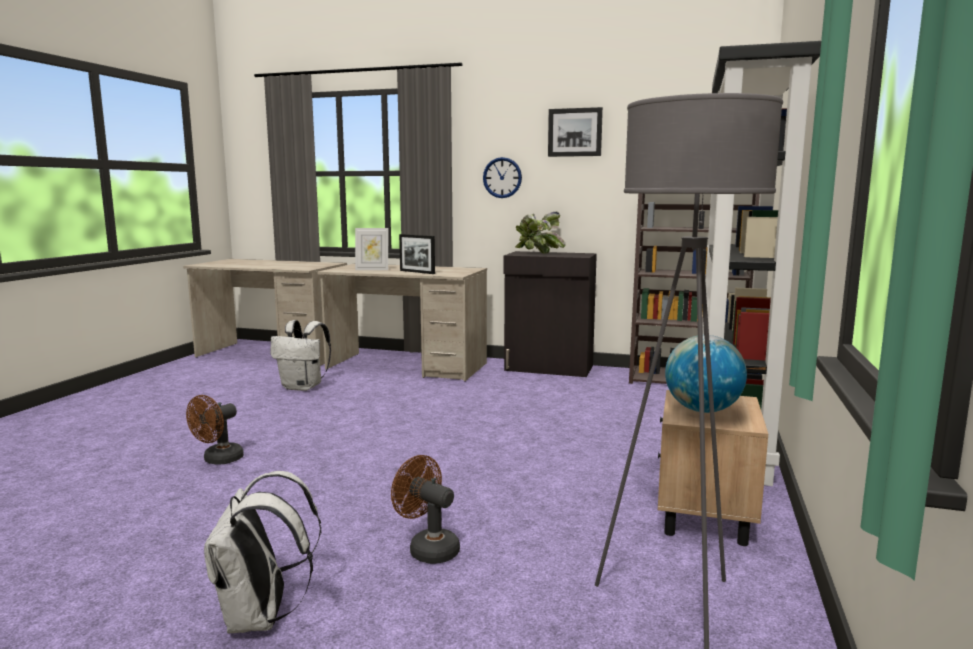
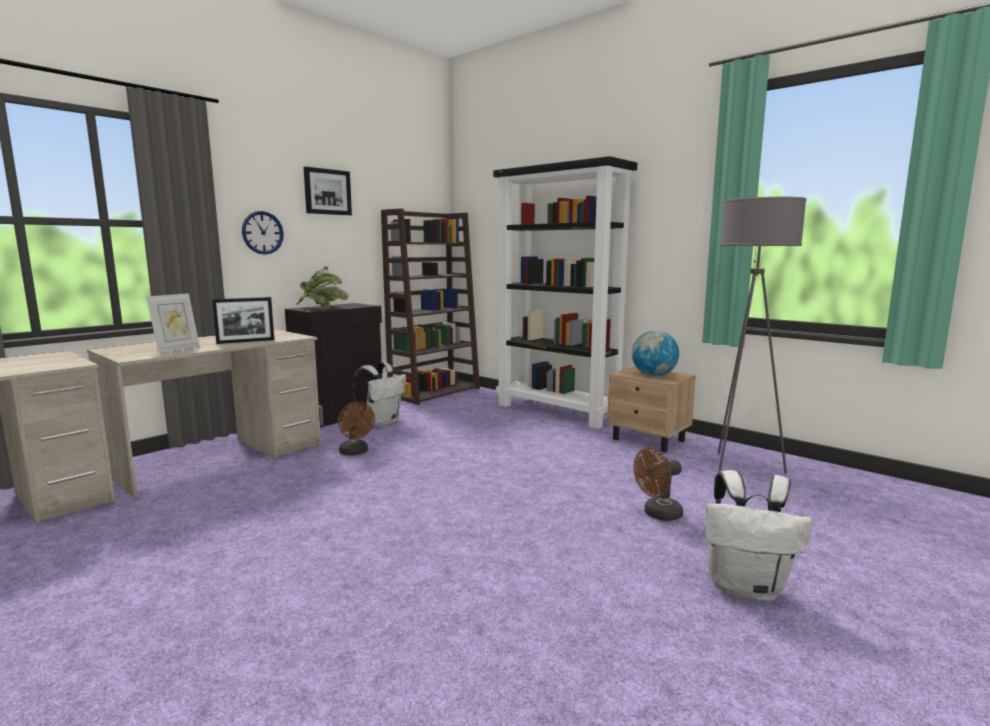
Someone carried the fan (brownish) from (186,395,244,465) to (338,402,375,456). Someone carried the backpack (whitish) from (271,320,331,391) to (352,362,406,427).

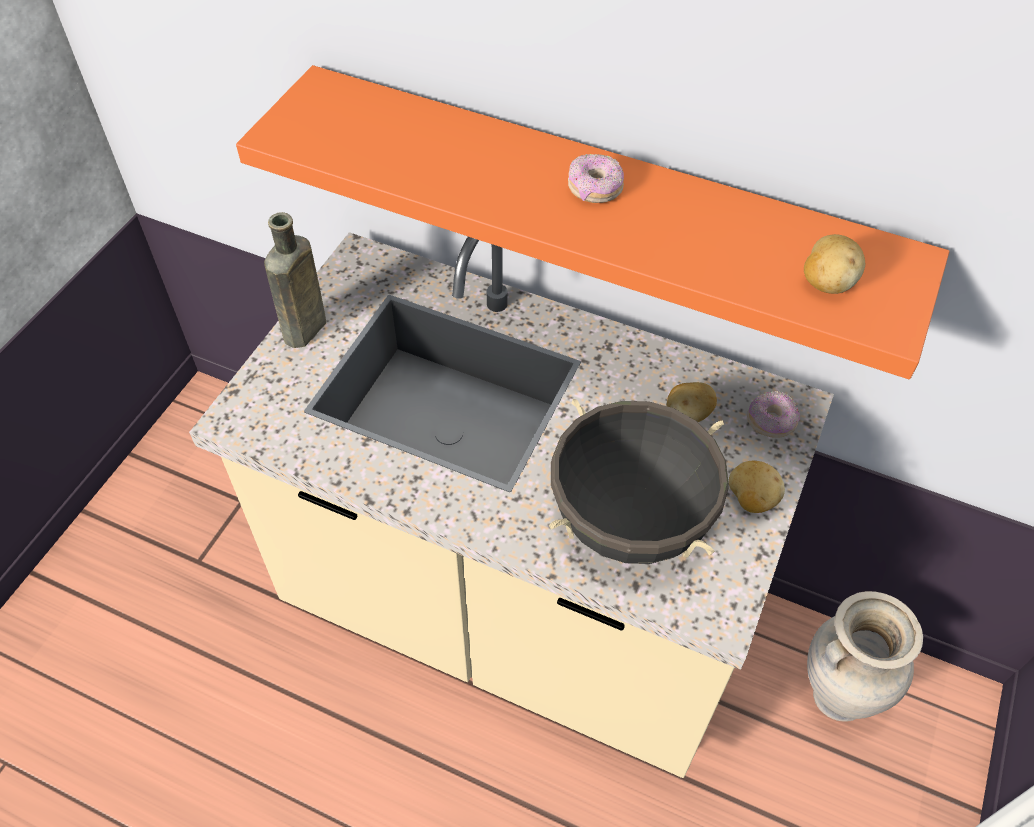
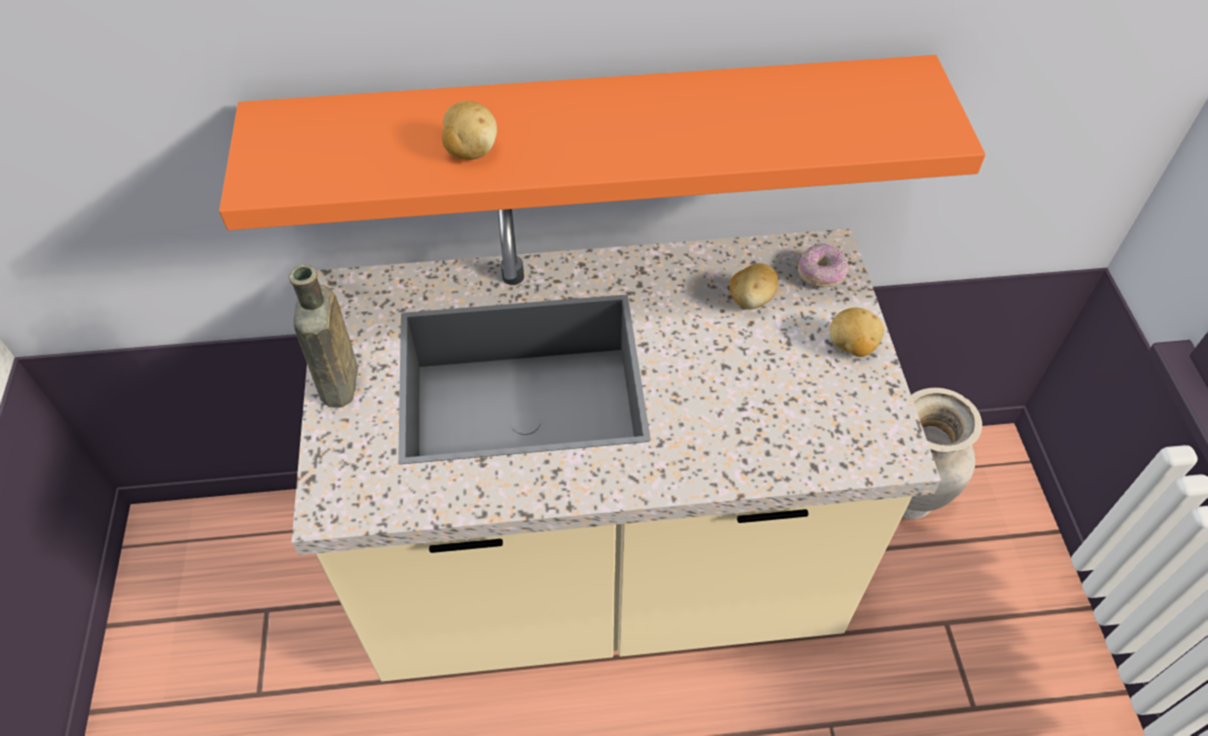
Someone took away the cooking pot (black-coloured) at (548,399,729,564). Someone took away the doughnut at (568,154,624,203). Someone carried the spud from (804,234,865,294) to (442,101,497,160).

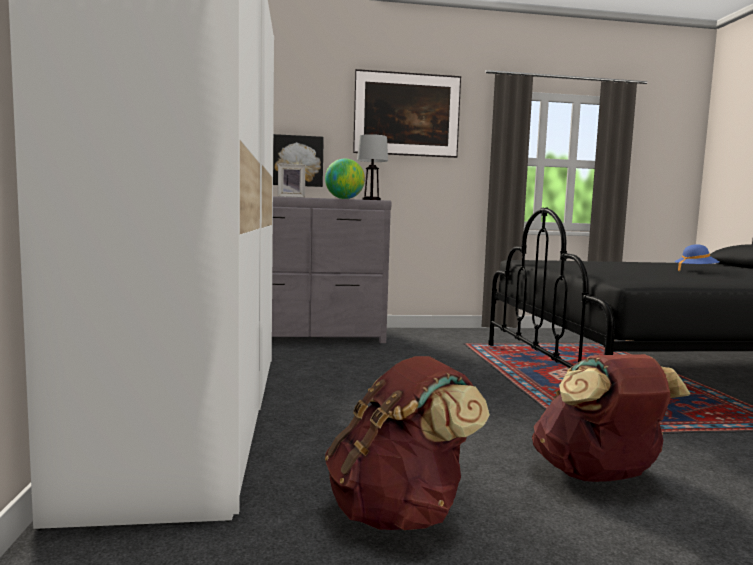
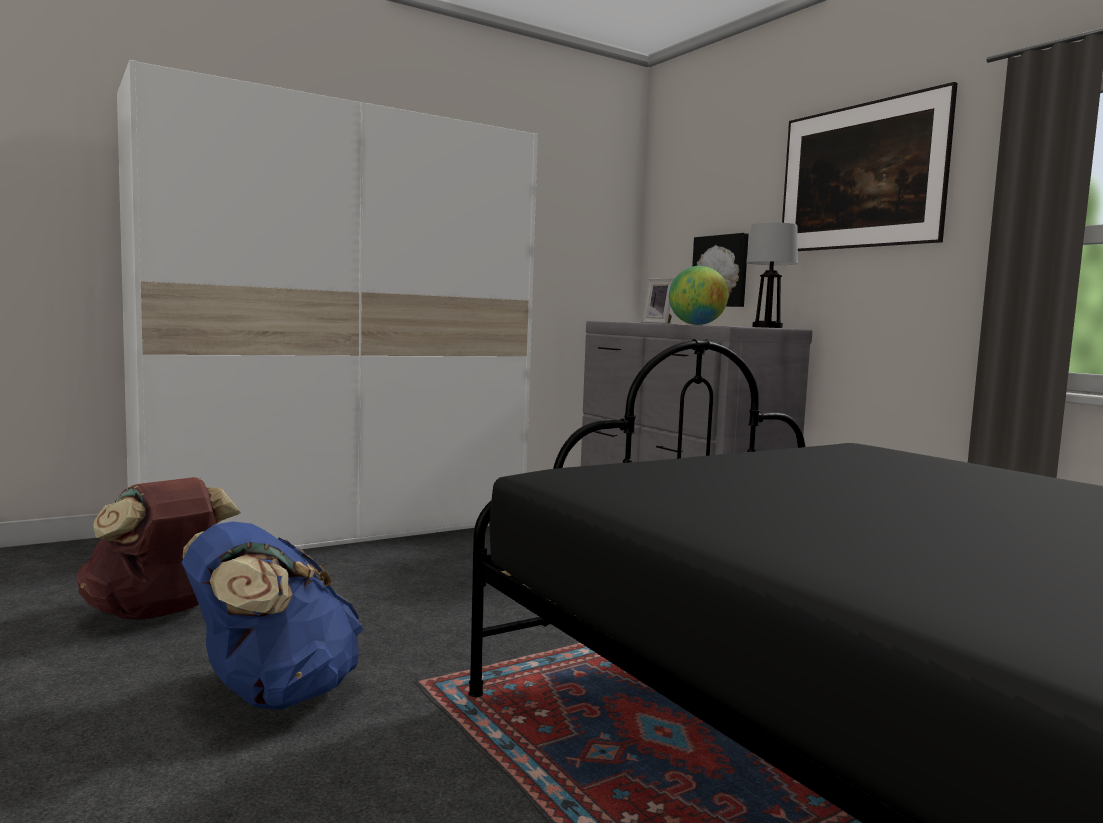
Someone took away the wearable hat (bluish) at (674,244,720,271). Someone repainted the backpack (brownish) at (532,354,690,482), which became the backpack (bluish) at (182,521,363,709).

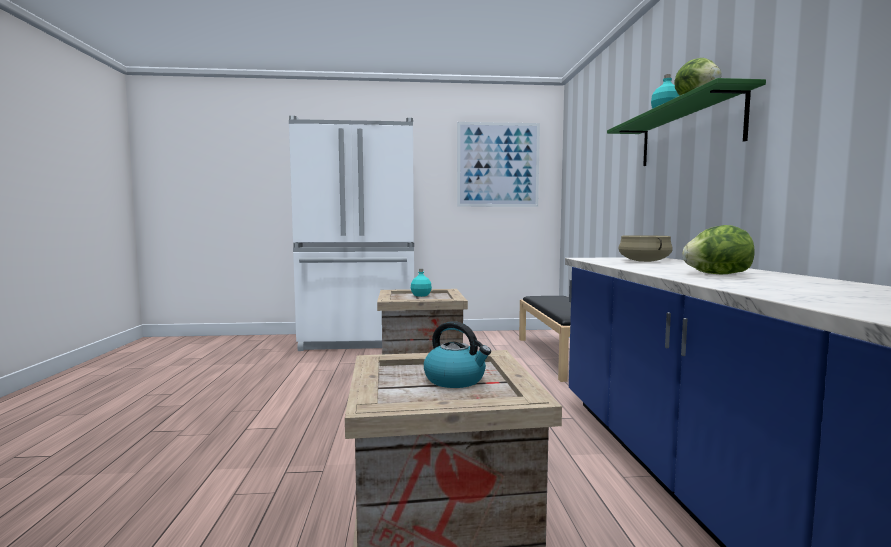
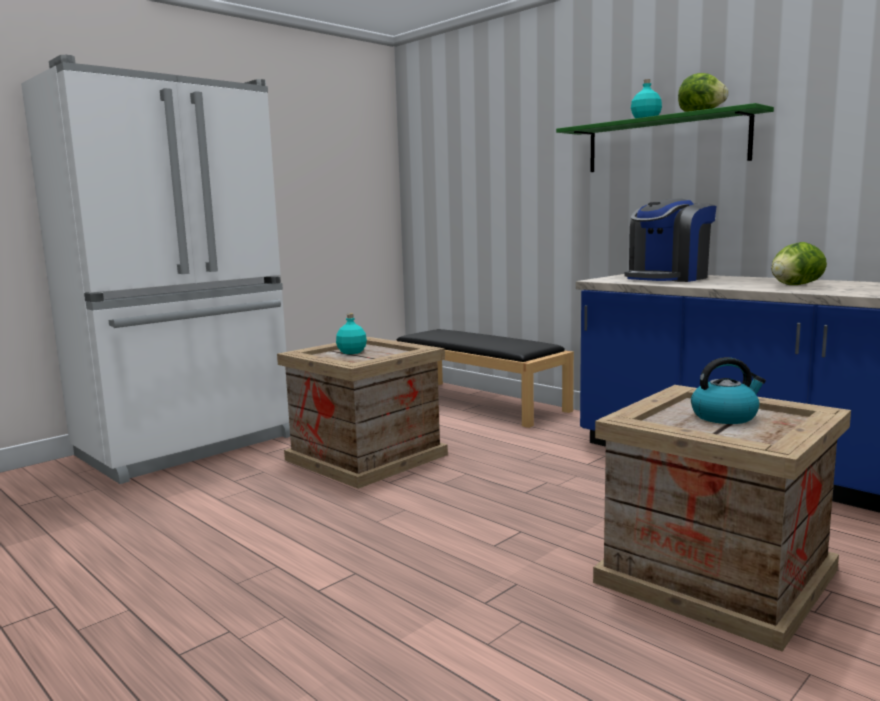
Someone took away the wall art at (457,122,540,207). Someone swapped the cooking pot (beige-coloured) at (619,235,673,262) for the coffee machine at (624,199,717,282).

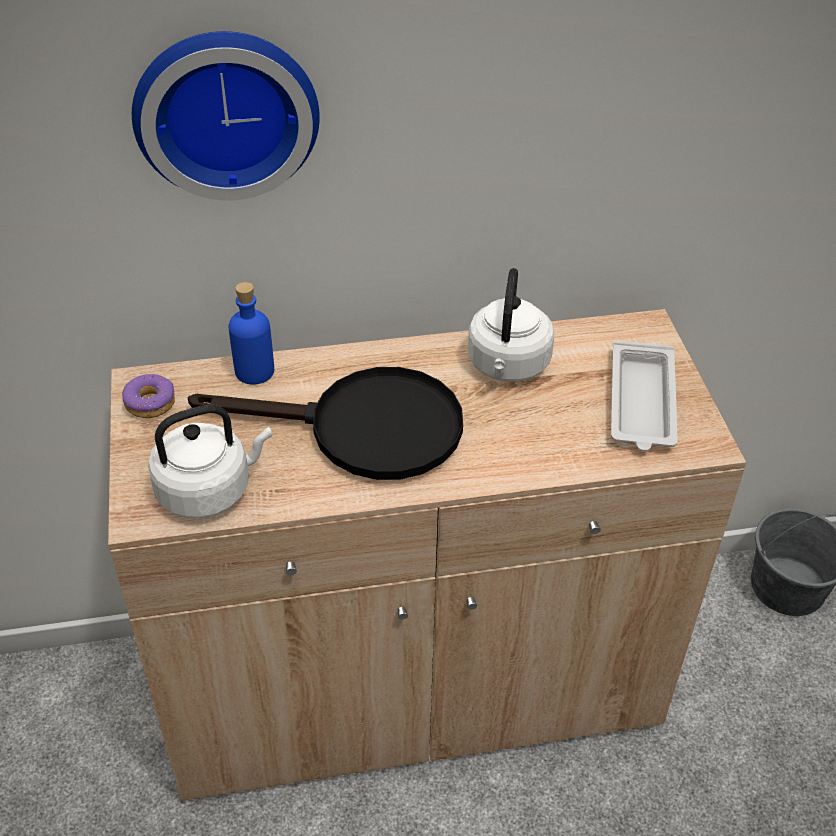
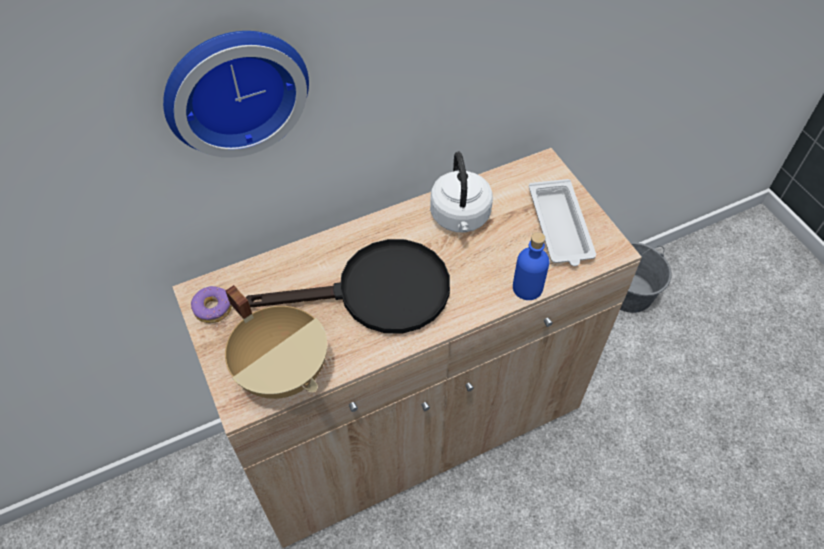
Someone carried the beverage bottle (bluish) from (228,282,274,385) to (513,232,549,300). Someone swapped the kettle (whitish) at (148,405,272,518) for the cooking pot (beige-coloured) at (225,285,327,399).

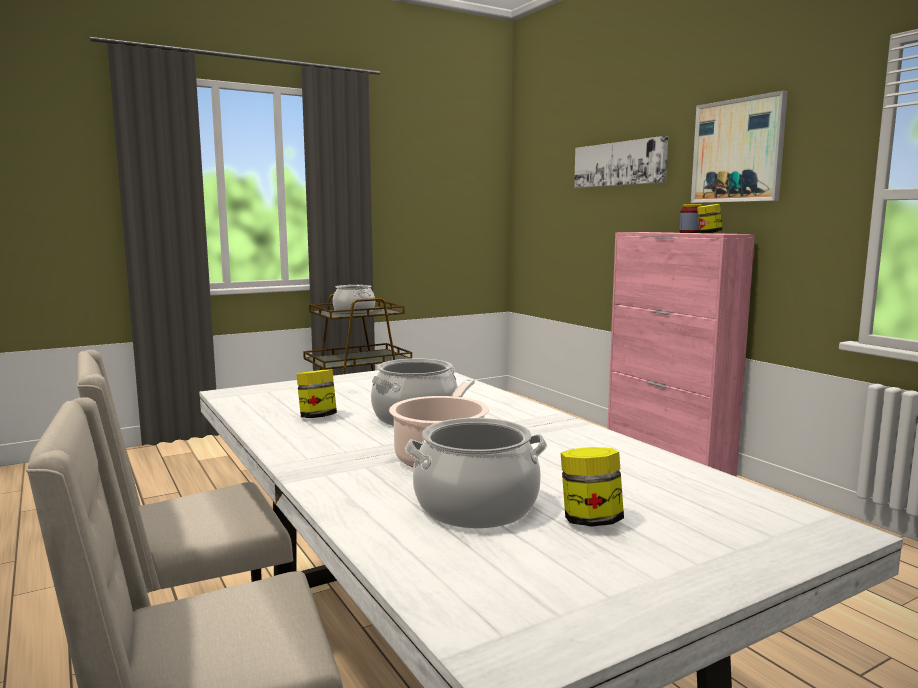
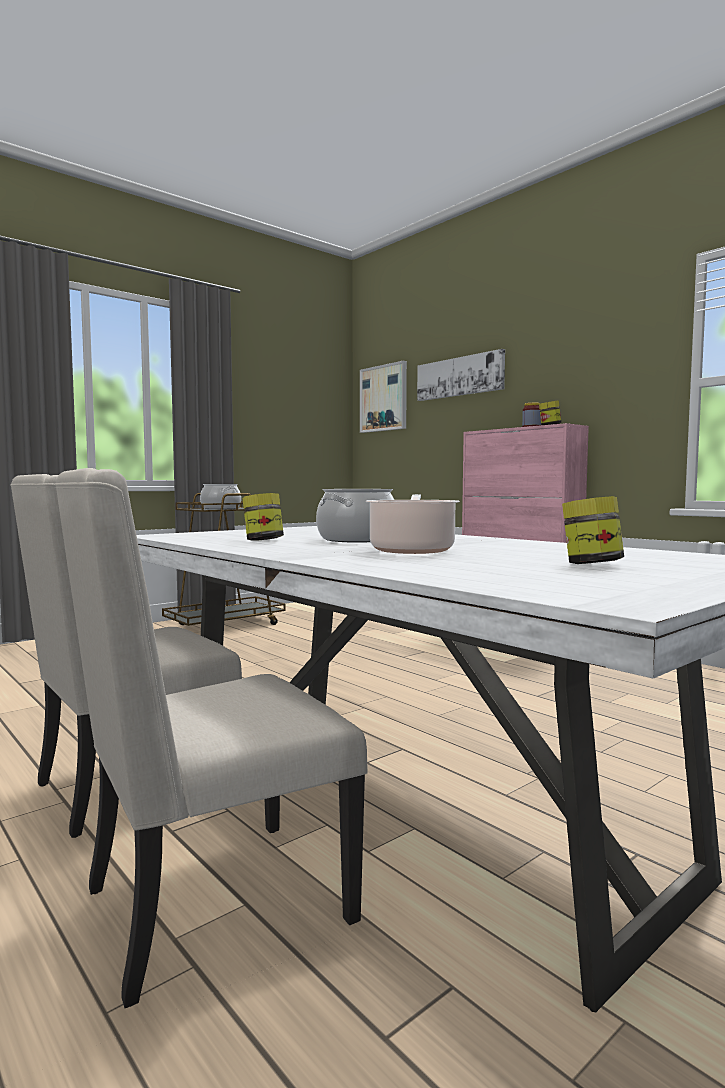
Someone took away the cooking pot at (405,418,547,528). Someone carried the wall art from (691,91,788,203) to (360,361,407,433).

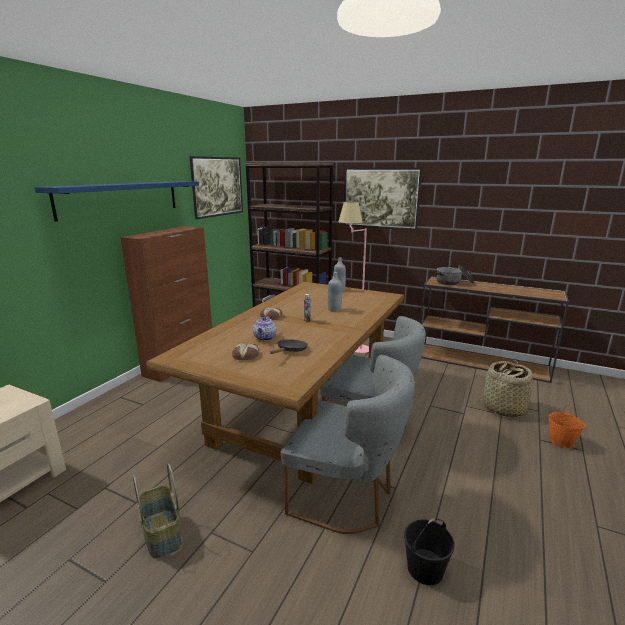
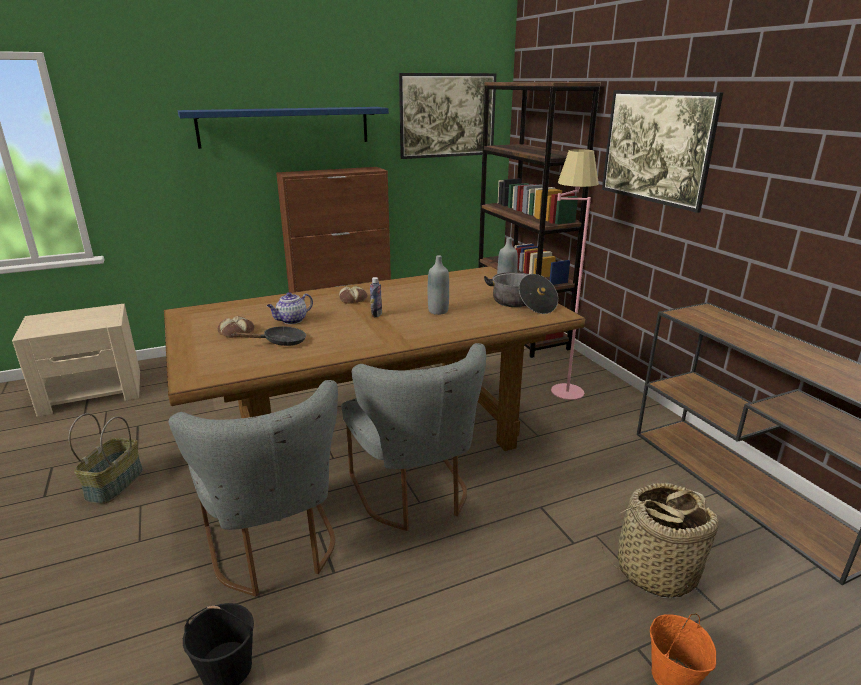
Someone carried the cooking pot from (436,265,475,285) to (484,272,558,314).

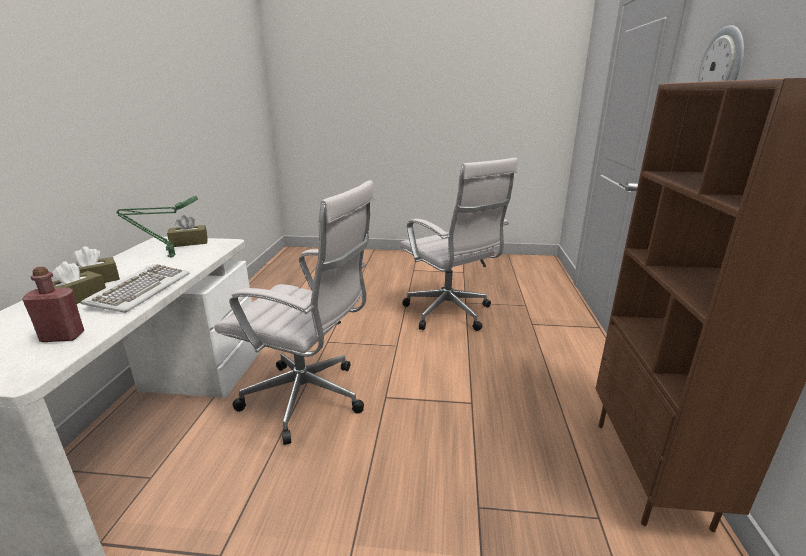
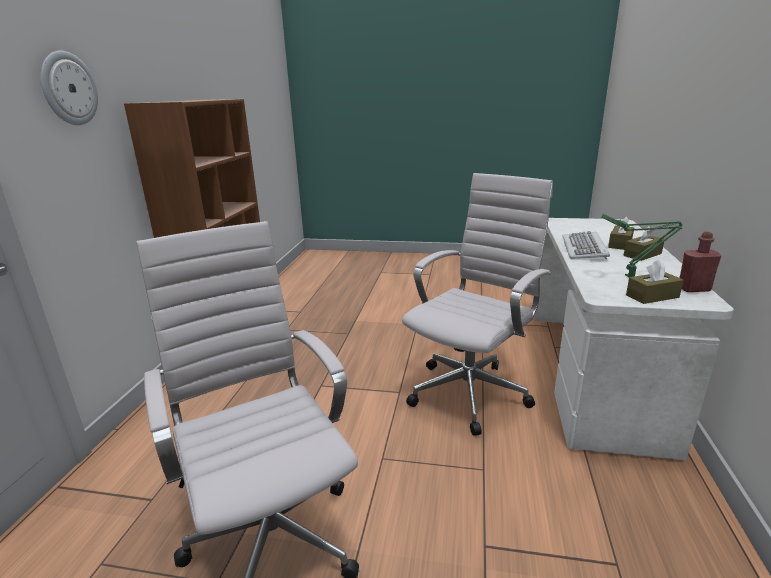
Someone carried the beverage bottle (red) from (22,267,84,342) to (679,232,721,292). Someone rotated the office chair (whitish) at (214,180,375,445) by 105 degrees clockwise.

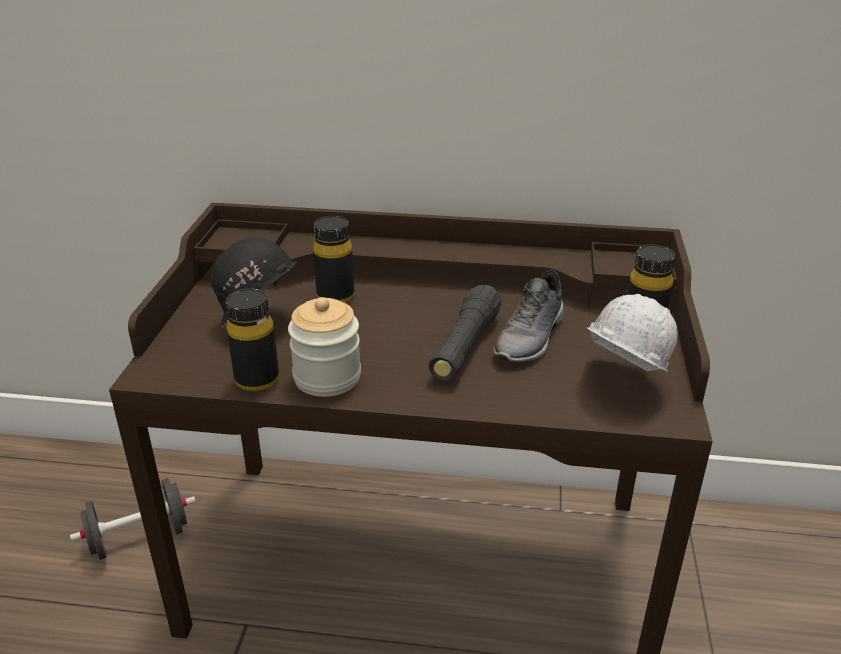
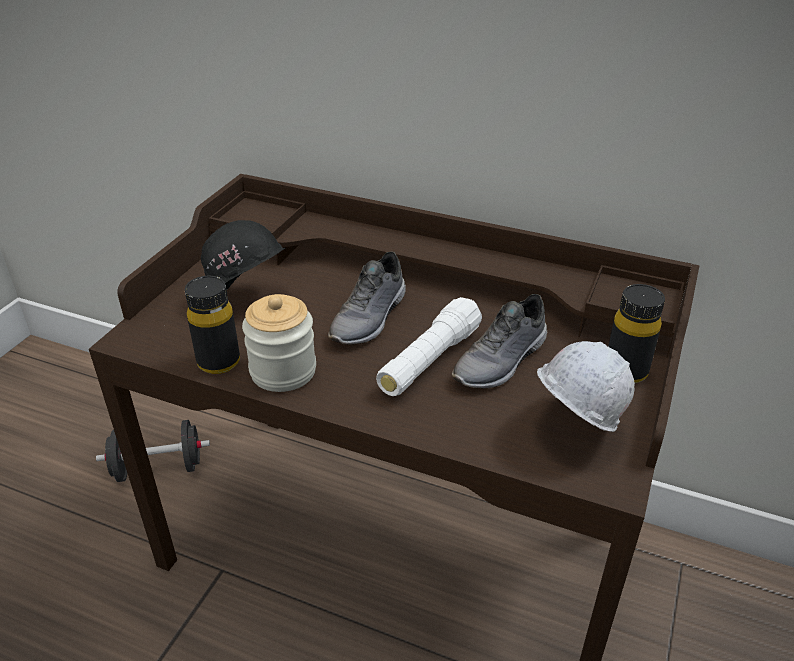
Someone took away the beverage bottle (black-coloured) at (313,216,354,303). Someone put down the low shoe (greyish) at (328,251,406,345). Someone repainted the torch (black-coloured) at (428,285,501,381), which became the torch (whitish) at (376,297,482,396).

